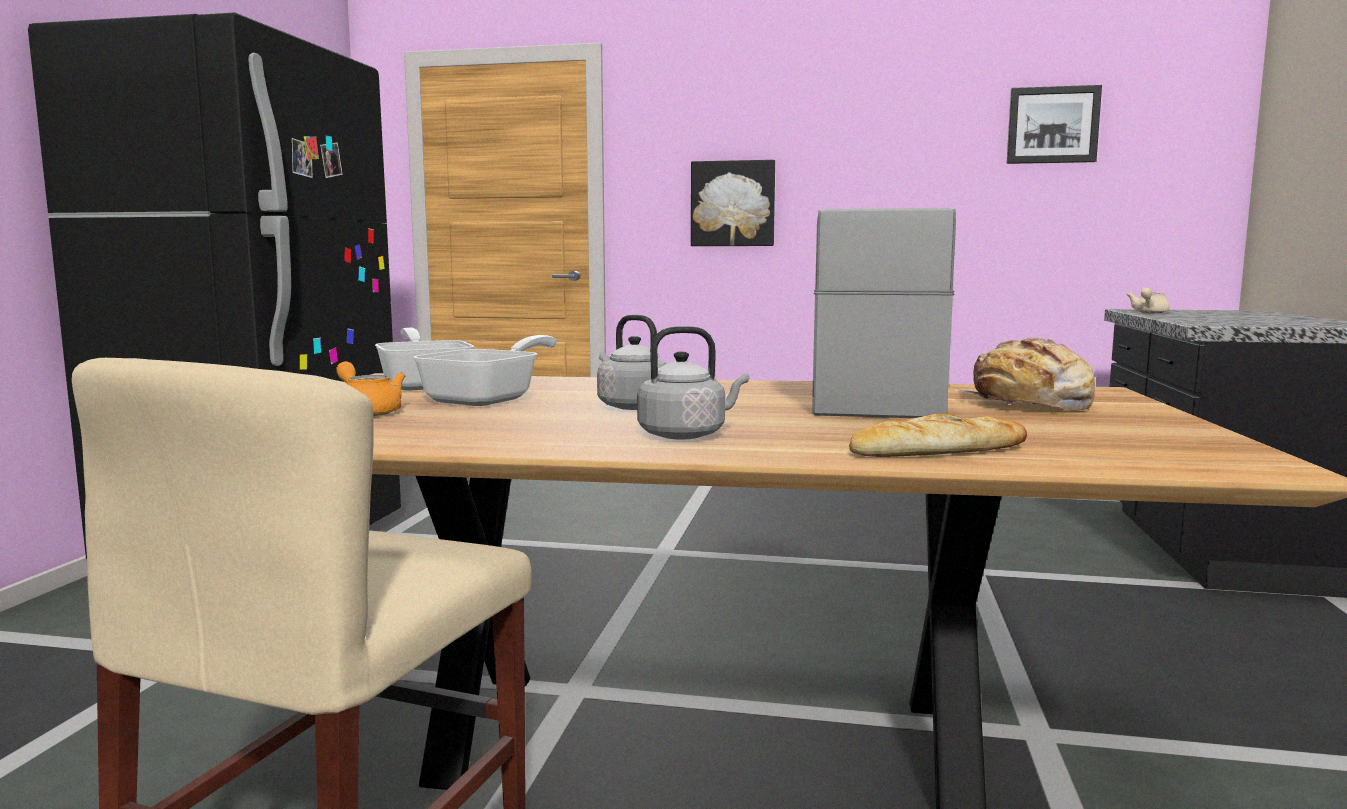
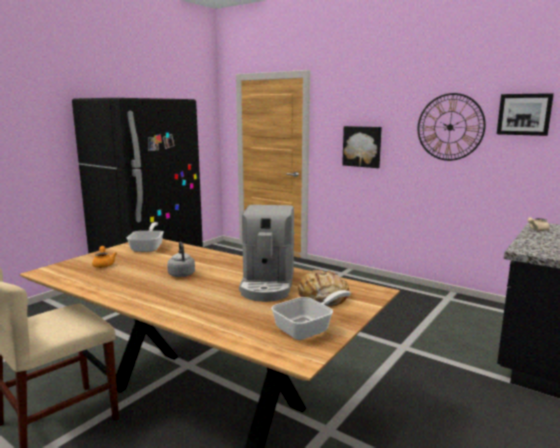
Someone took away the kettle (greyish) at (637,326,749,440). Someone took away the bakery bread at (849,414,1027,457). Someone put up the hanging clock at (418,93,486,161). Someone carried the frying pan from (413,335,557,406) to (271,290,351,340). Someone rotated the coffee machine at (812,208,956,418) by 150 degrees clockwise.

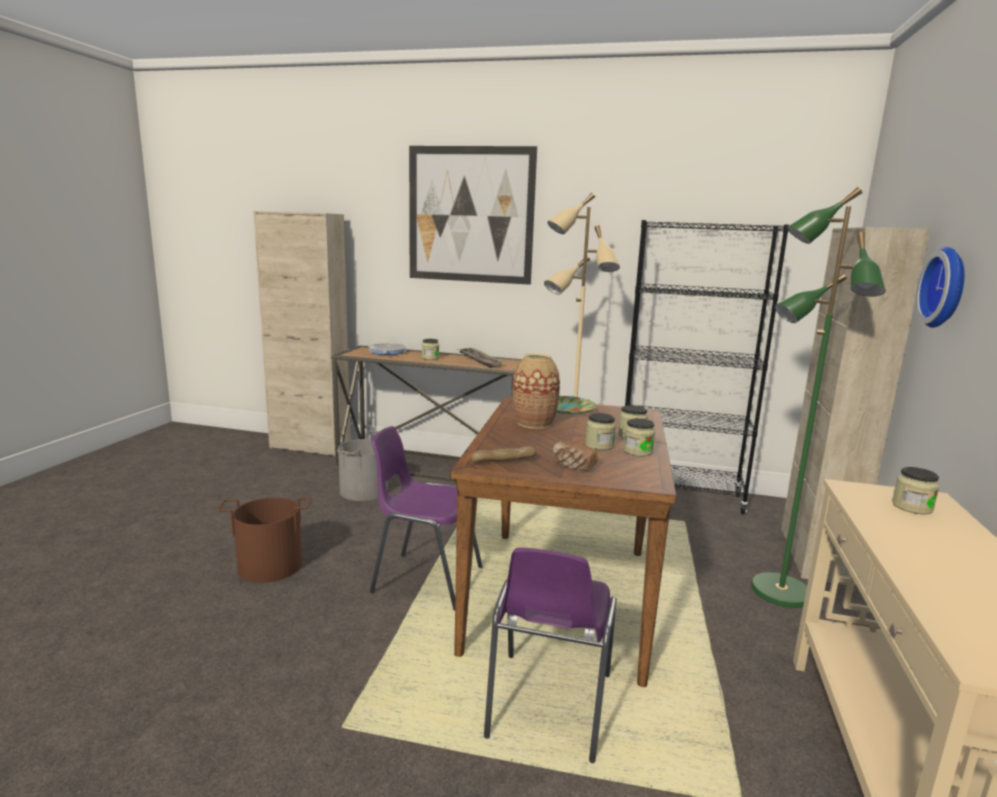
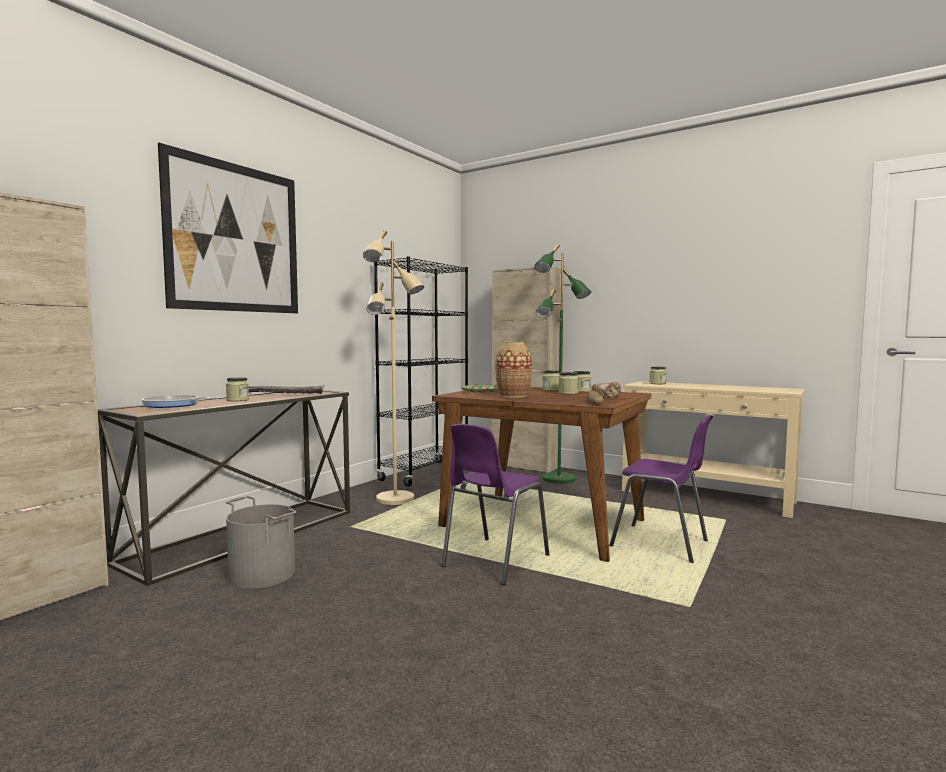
Someone took away the bucket (brownish) at (217,497,312,583). Someone took away the hanging clock at (915,247,964,328).

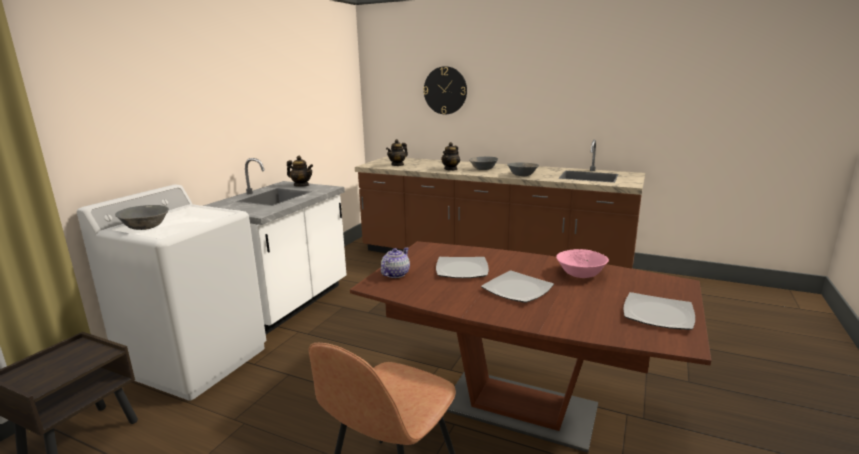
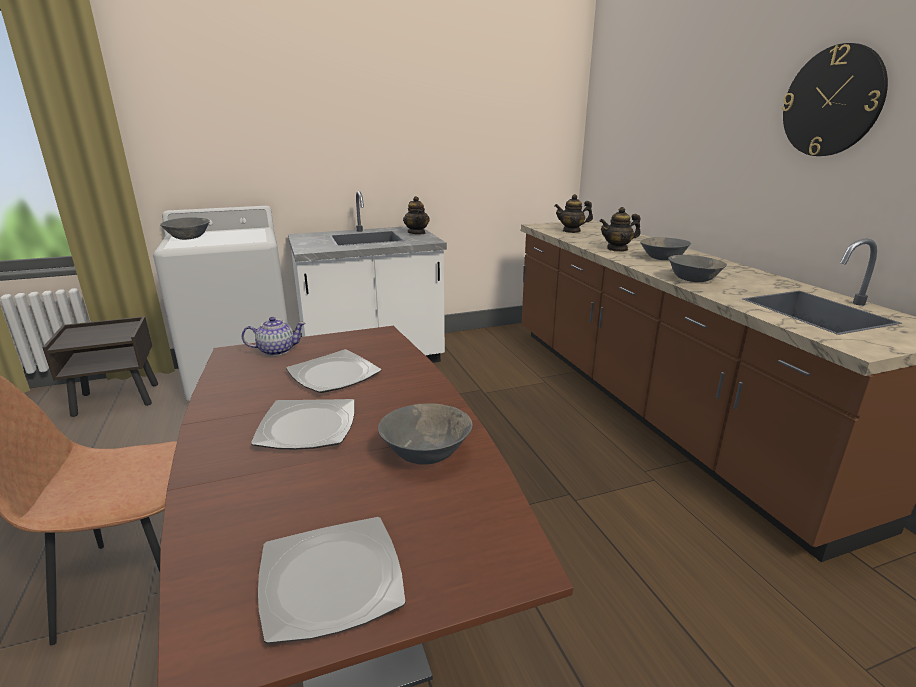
Someone carried the hanging clock from (423,66,467,115) to (782,43,888,156). Someone repainted the serving bowl (pink-coloured) at (556,249,609,278), which became the serving bowl (greyish) at (378,403,472,465).

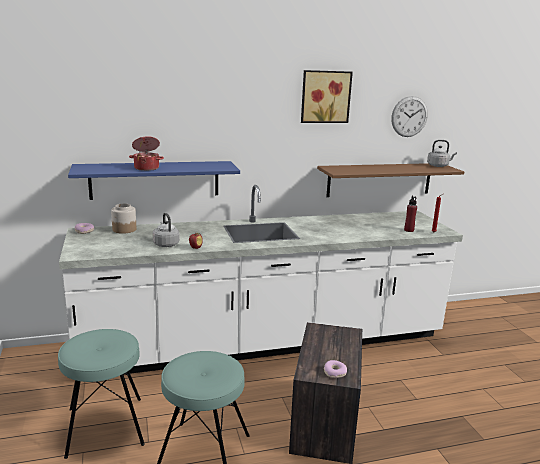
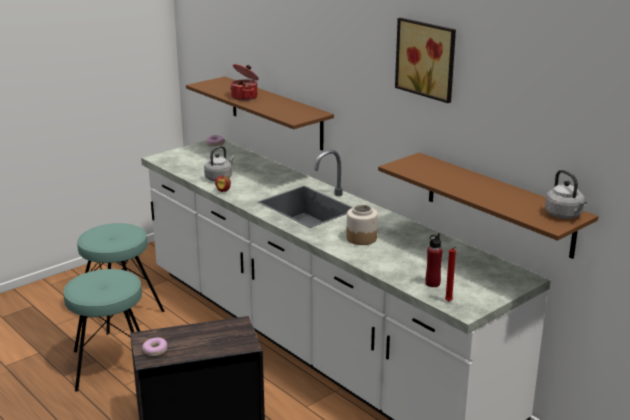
Someone took away the hanging clock at (391,96,428,137). Someone carried the preserve jar from (111,203,136,234) to (346,204,378,245). Someone repainted the bracket shelf (bluish) at (68,161,240,200), which became the bracket shelf (brownish) at (186,76,334,151).

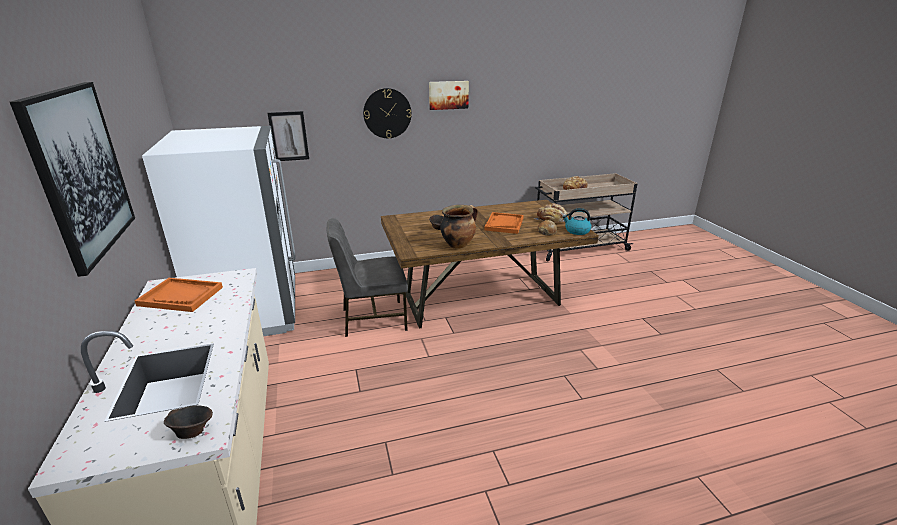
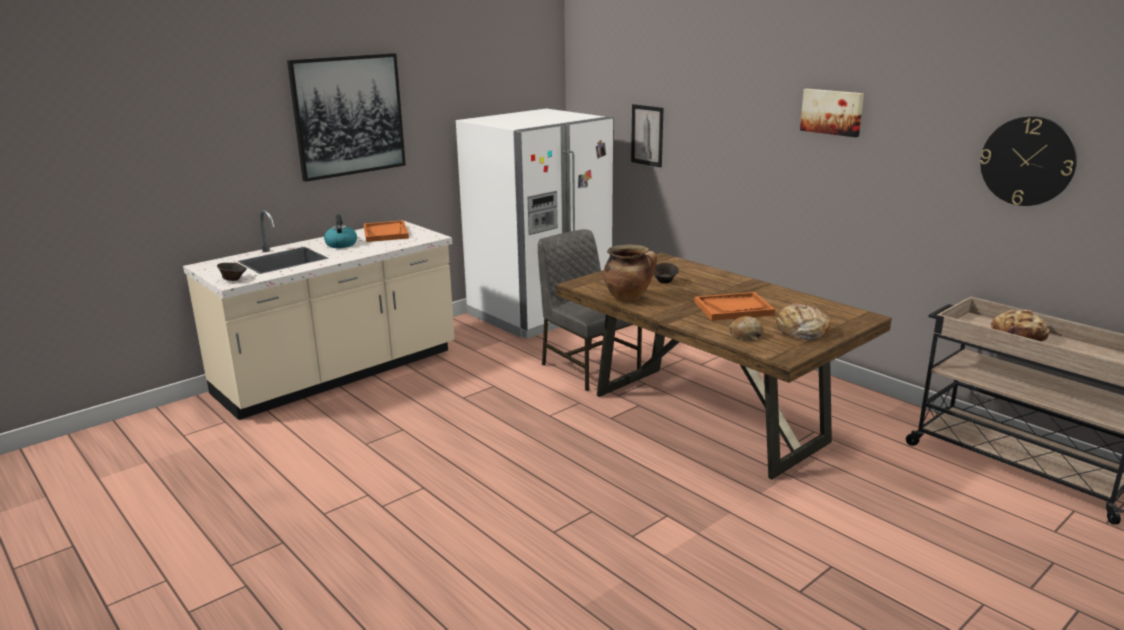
Someone carried the hanging clock from (363,88,412,138) to (980,116,1077,206). Someone carried the kettle from (562,208,592,235) to (324,214,357,248).

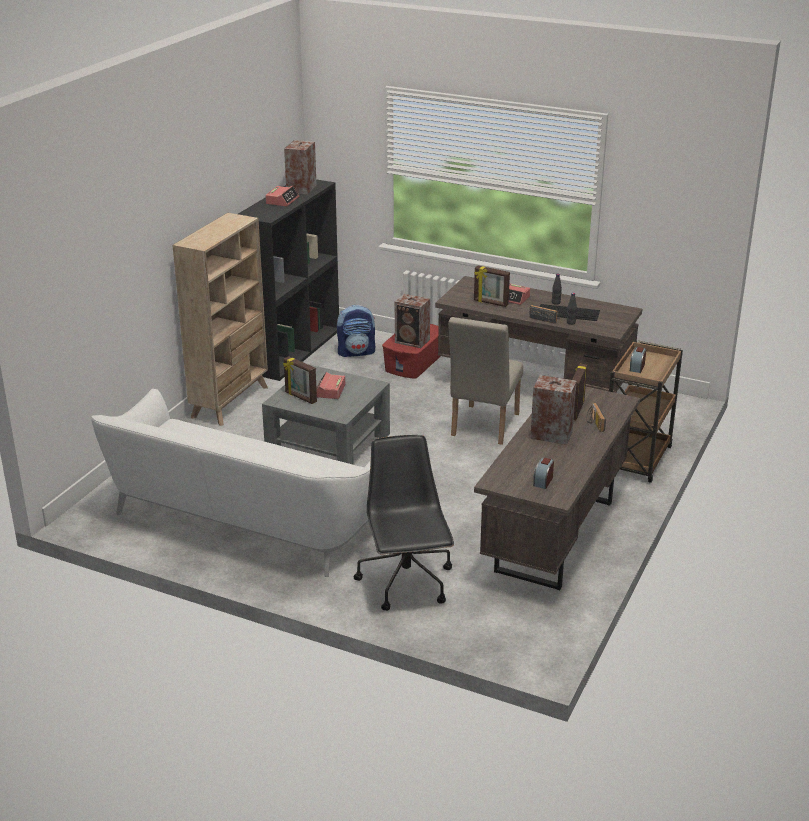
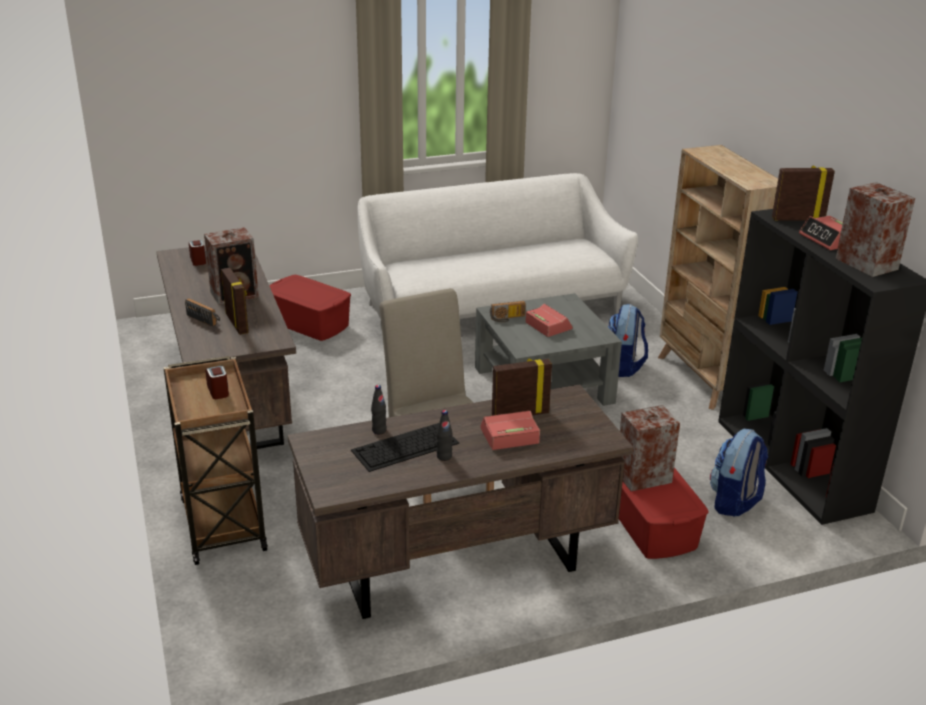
Someone put down the backpack at (608,304,648,377). Someone carried the photo frame from (283,356,317,404) to (772,165,835,221). Someone carried the radio receiver from (529,305,560,323) to (490,301,526,322). Someone swapped the office chair (black-coloured) at (354,435,454,611) for the storage box (red) at (269,275,351,341).

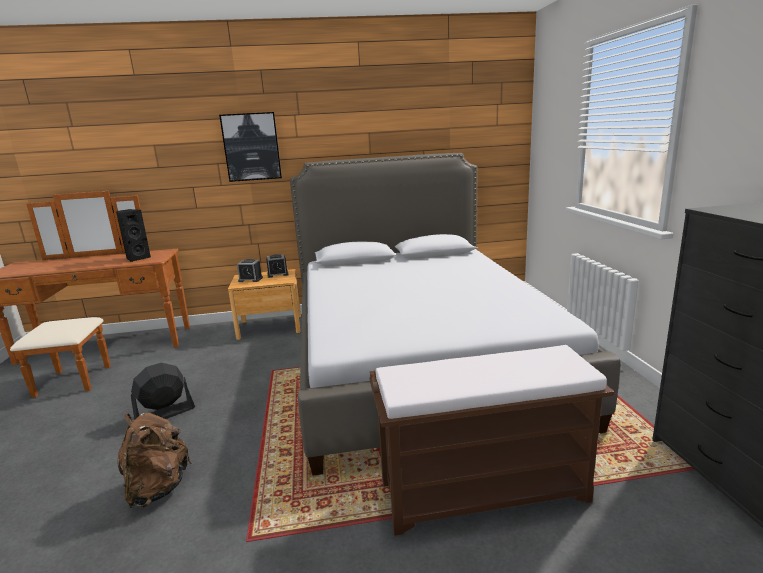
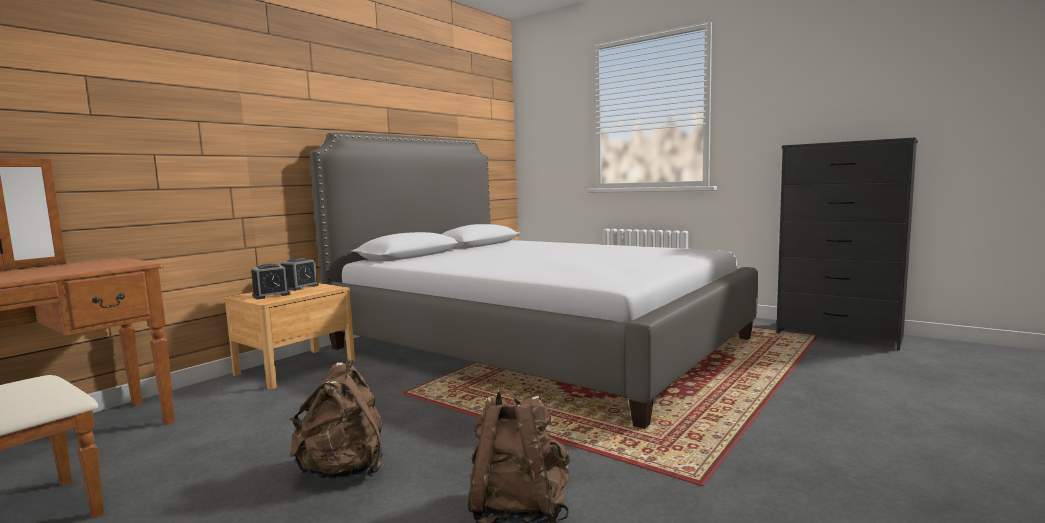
Someone took away the speaker (black-coloured) at (116,209,151,262). Someone took away the wall art at (219,112,282,182). Someone took away the long seat (brownish) at (370,345,615,536). Someone swapped the fan (black-coloured) at (131,363,195,420) for the backpack (brownish) at (290,360,383,479).

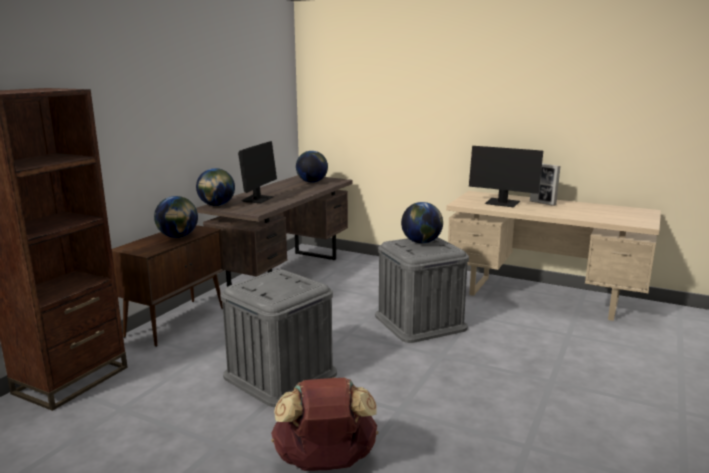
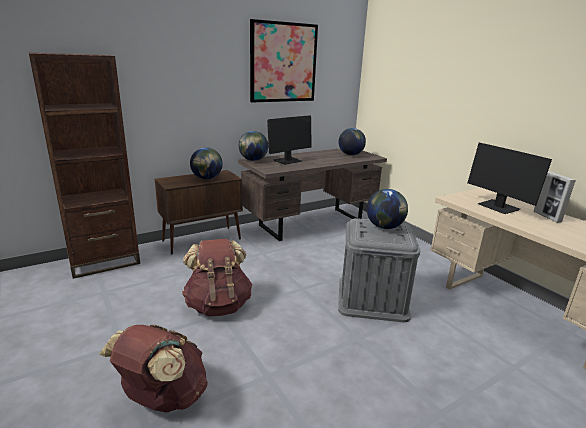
Someone put up the wall art at (250,19,318,102). Someone swapped the storage box (greyish) at (220,269,337,407) for the backpack (brownish) at (182,239,253,317).

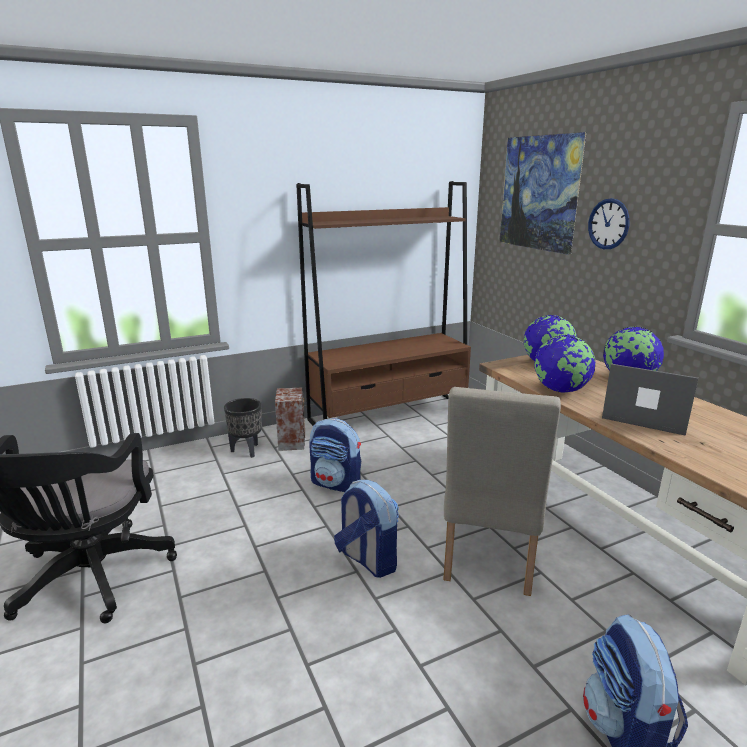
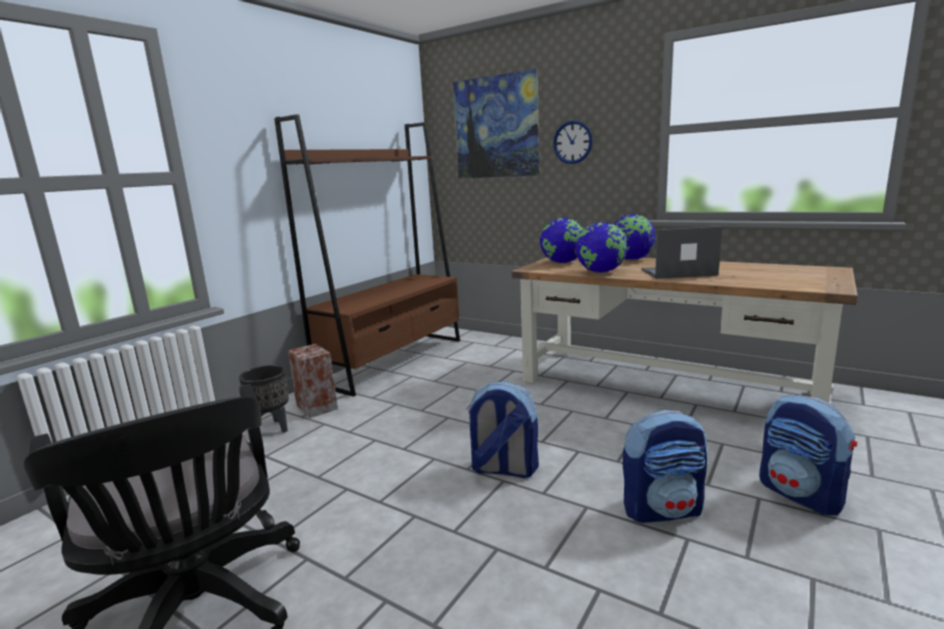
Someone took away the upright chair (beige-coloured) at (443,387,561,596). Someone carried the backpack from (309,418,361,492) to (623,410,708,523).

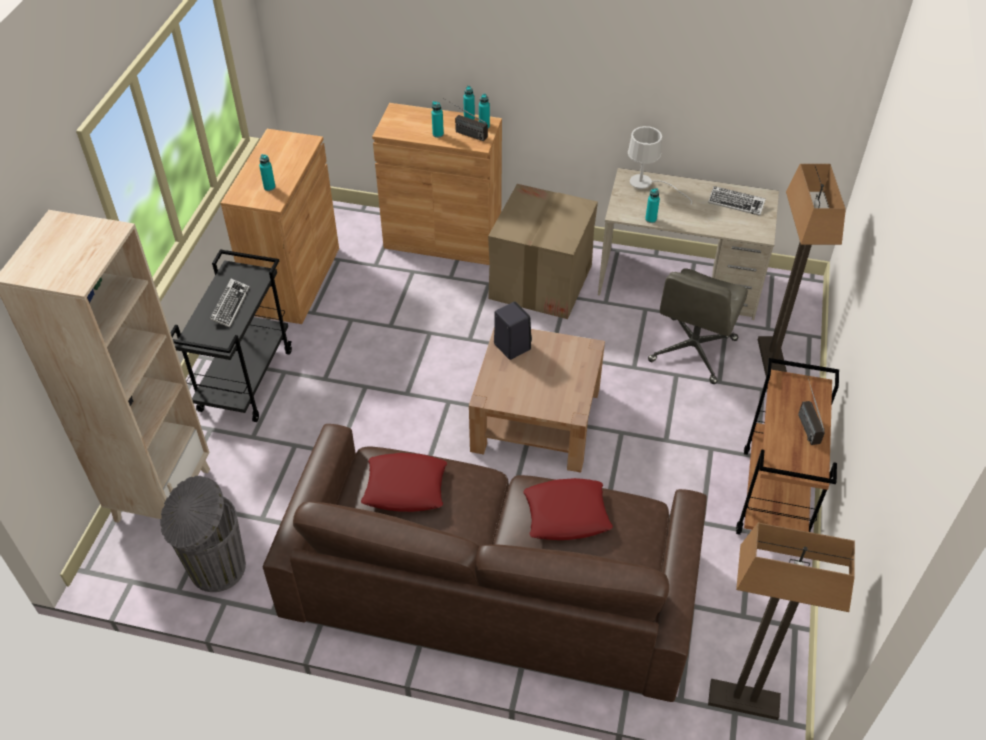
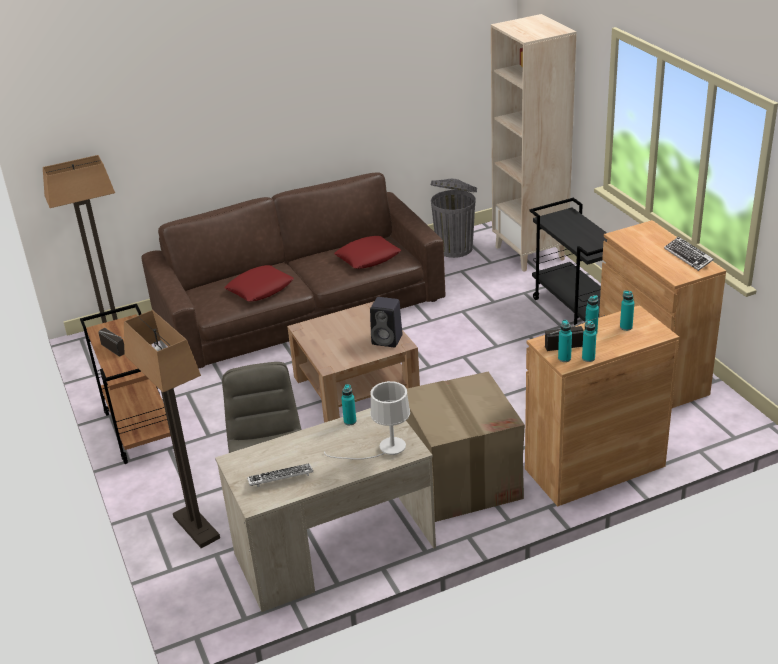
Someone carried the keyboard from (210,278,250,327) to (664,237,714,271). Someone carried the beverage bottle (turquoise) from (259,154,276,191) to (620,291,634,331).

